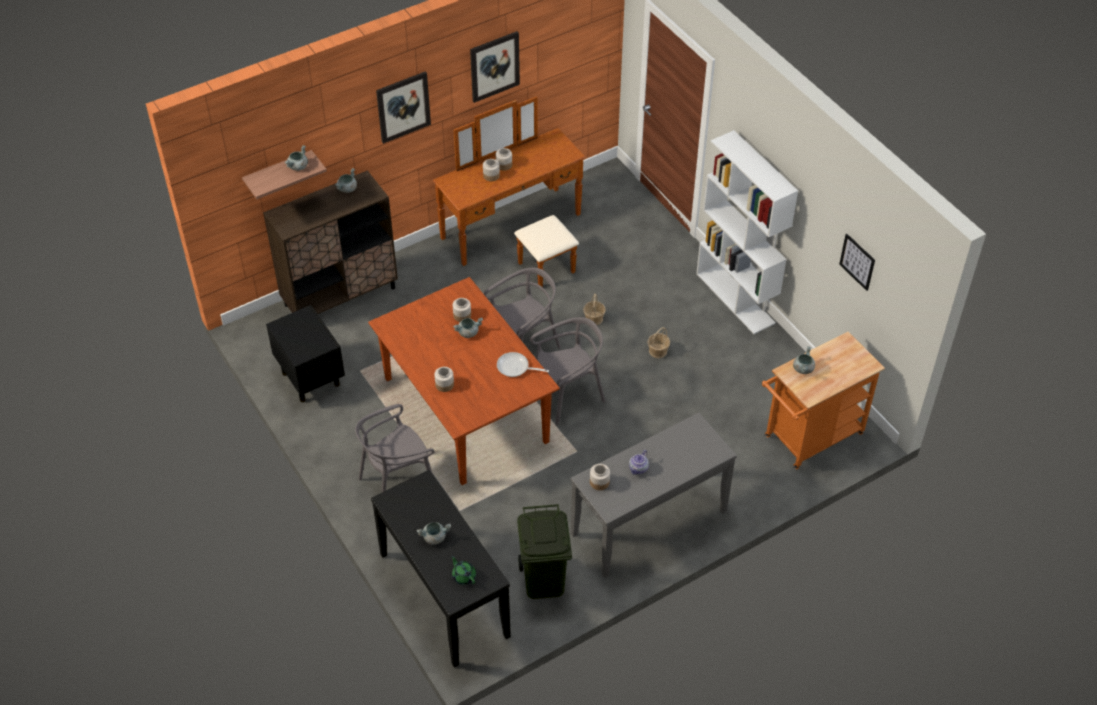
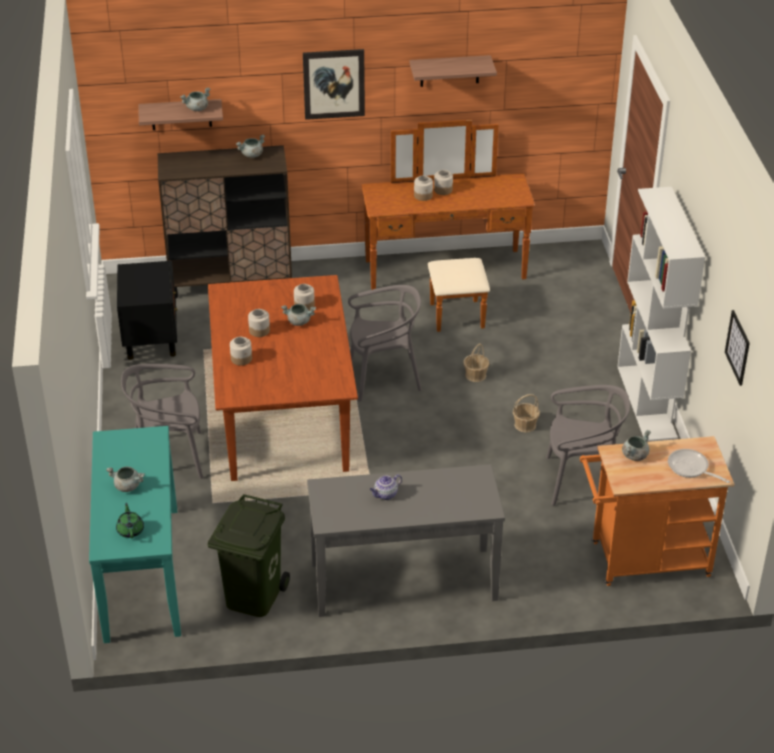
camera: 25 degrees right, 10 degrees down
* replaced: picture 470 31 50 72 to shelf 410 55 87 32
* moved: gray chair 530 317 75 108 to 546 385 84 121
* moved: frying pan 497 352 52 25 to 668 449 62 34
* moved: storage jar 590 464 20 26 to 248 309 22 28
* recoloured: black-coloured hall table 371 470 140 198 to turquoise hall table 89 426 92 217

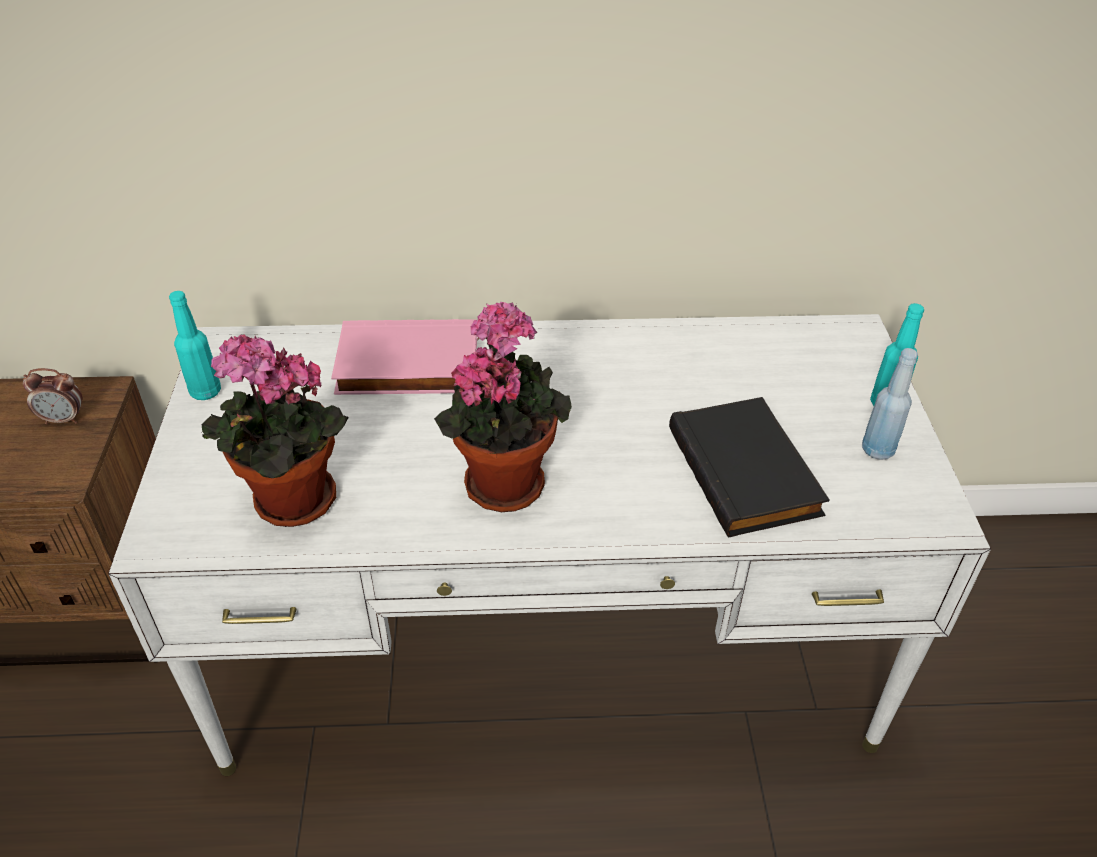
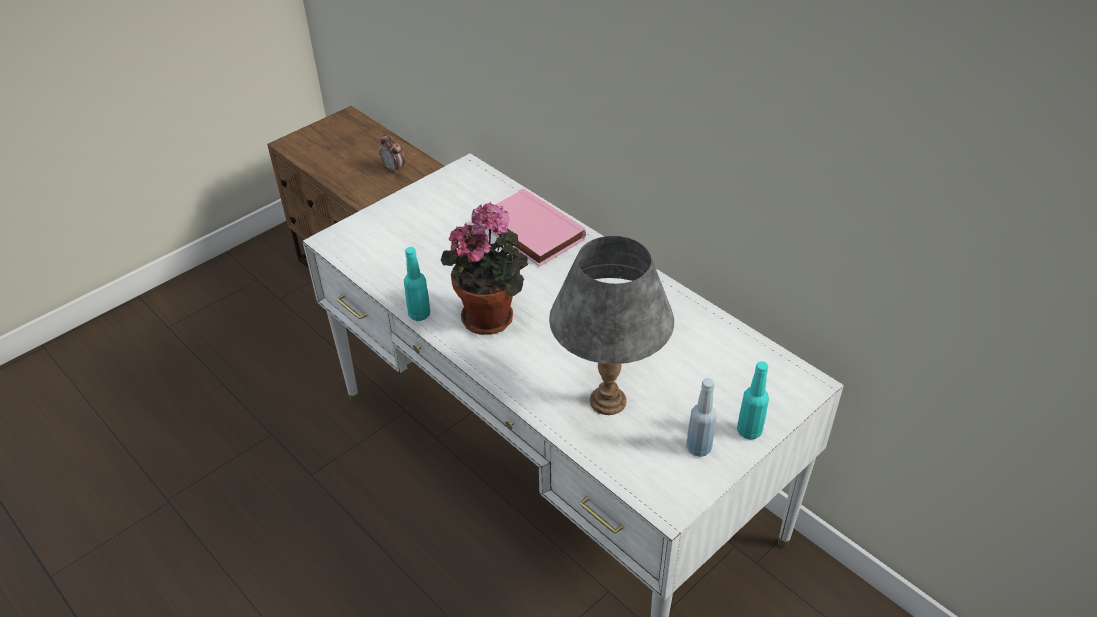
camera: 50 degrees right, 0 degrees up
* moved: turquoise drink bottle 169 291 52 109 to 404 247 27 74
* removed: plant in a pot 202 334 147 193
* replaced: black-coloured book 669 397 160 141 to gray tabletop lamp 549 236 125 179

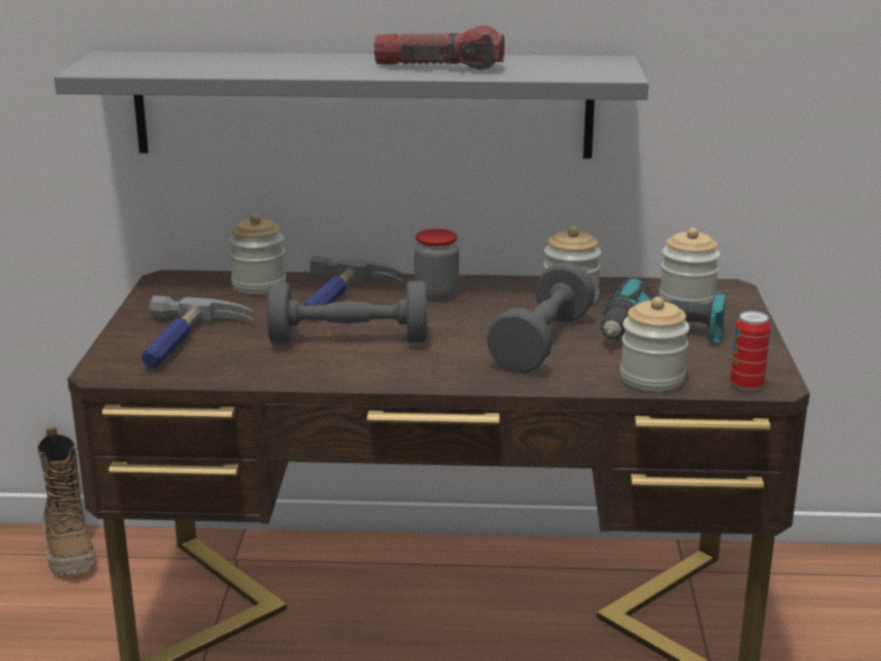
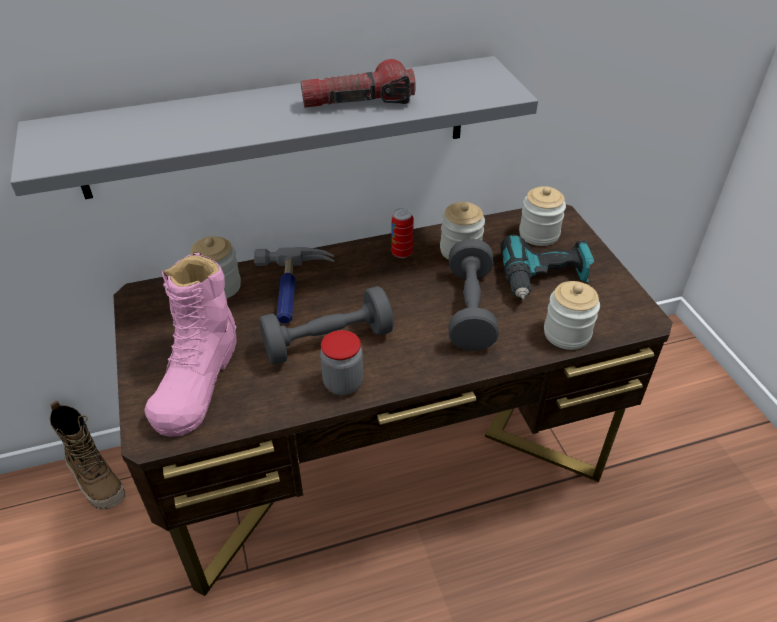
camera: 20 degrees left, 20 degrees up
* moved: storage jar 414 229 45 72 to 320 330 43 65
* replaced: hammer 142 296 111 72 to pink-coloured tall boot 145 252 91 185
* moved: sealed can 731 311 39 80 to 391 208 23 50

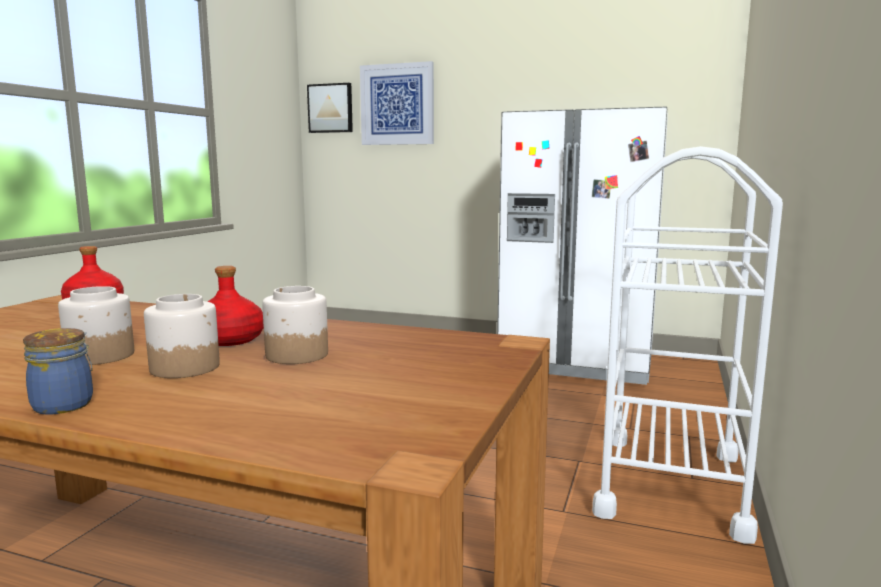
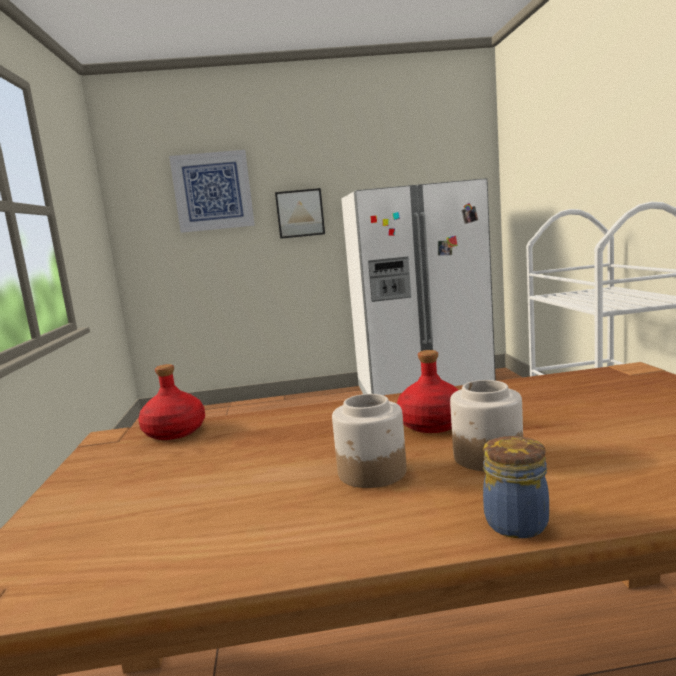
camera: 25 degrees left, 0 degrees up
* moved: picture 307 83 46 50 to 275 188 50 51
* removed: storage jar 262 286 66 78

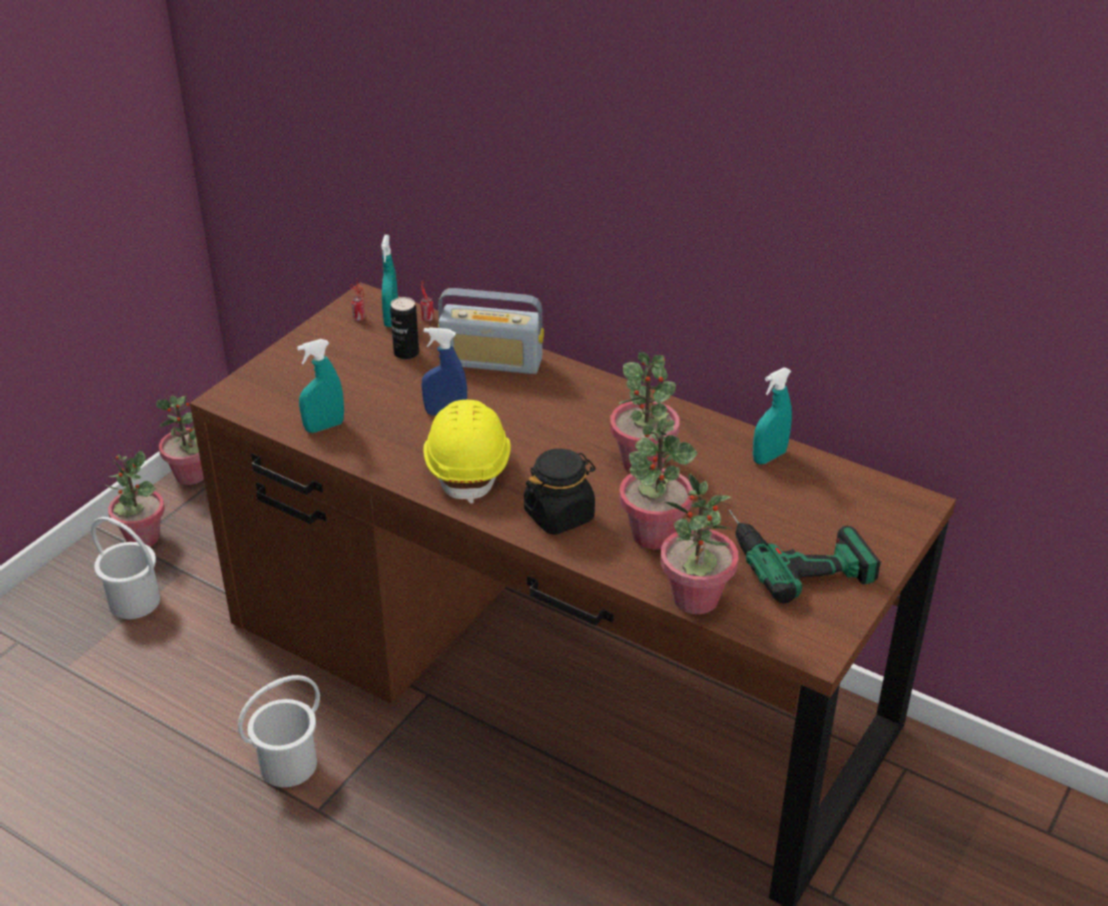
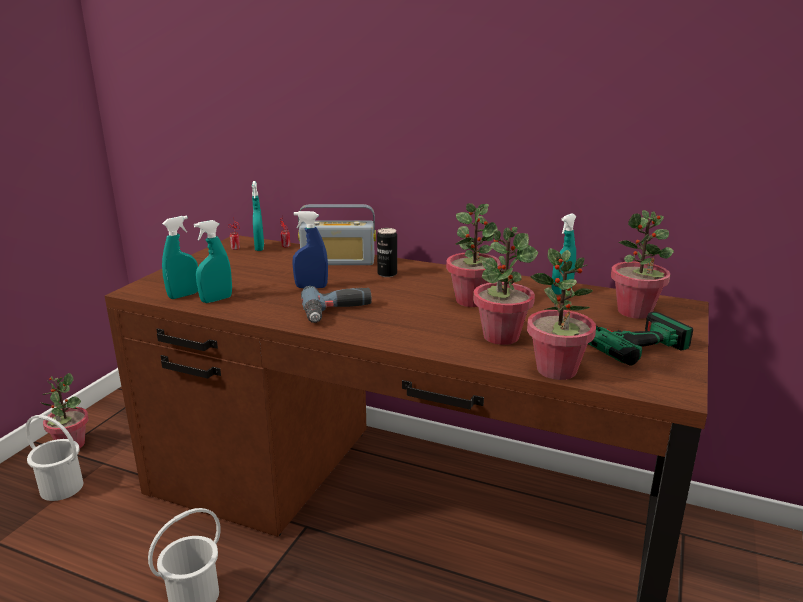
camera: 10 degrees left, 15 degrees down
* moved: sealed can 390 297 29 63 to 377 228 20 49
* moved: plant in a pot 156 395 48 90 to 611 210 63 109
* replaced: yellow-coloured work helmet 423 400 88 104 to power drill 301 286 71 37
* removed: black-coloured storage jar 524 448 71 87
* added: turquoise hand sprayer 162 216 36 83

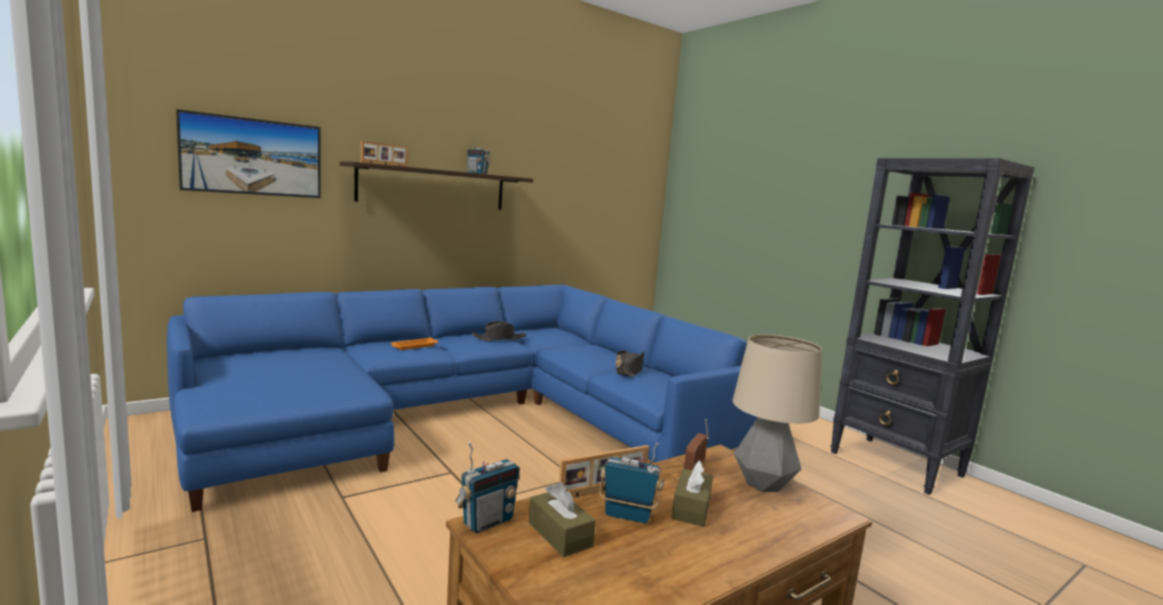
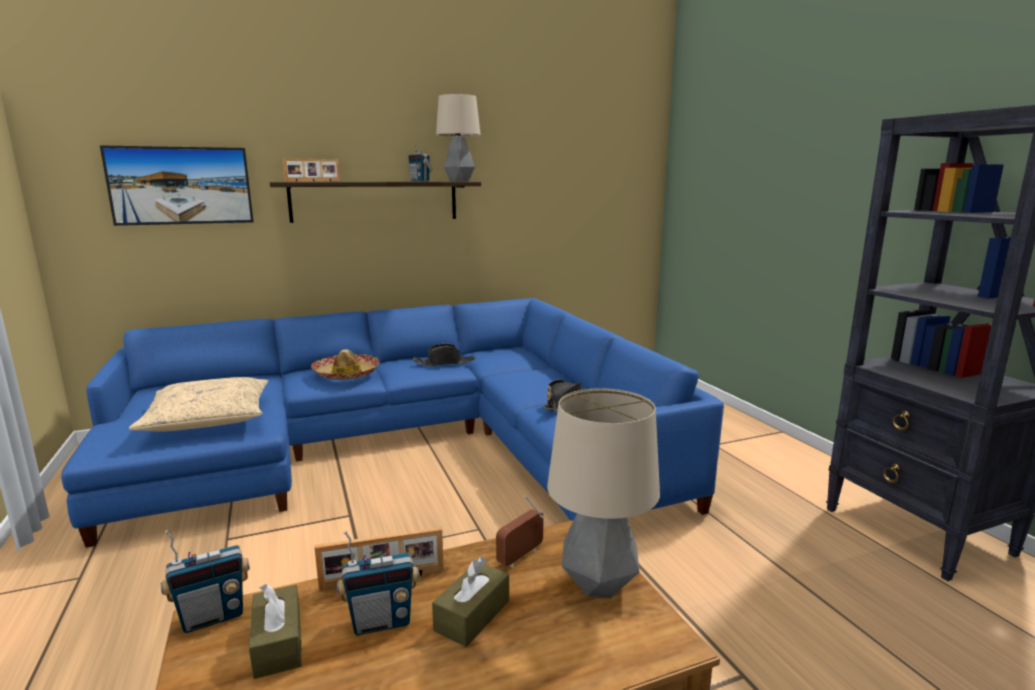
camera: 15 degrees right, 5 degrees up
* replaced: orange-coloured serving tray 391 337 48 13 to clothing hat 311 349 69 31
* turned: radio receiver 599 442 65 82 = 337 531 82 104 135 degrees clockwise
* added: tabletop lamp 436 94 45 88
* added: sand-coloured pillow 129 377 139 55

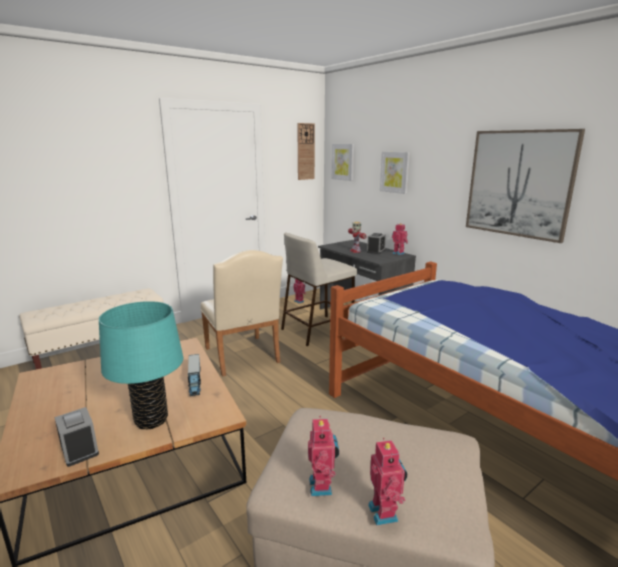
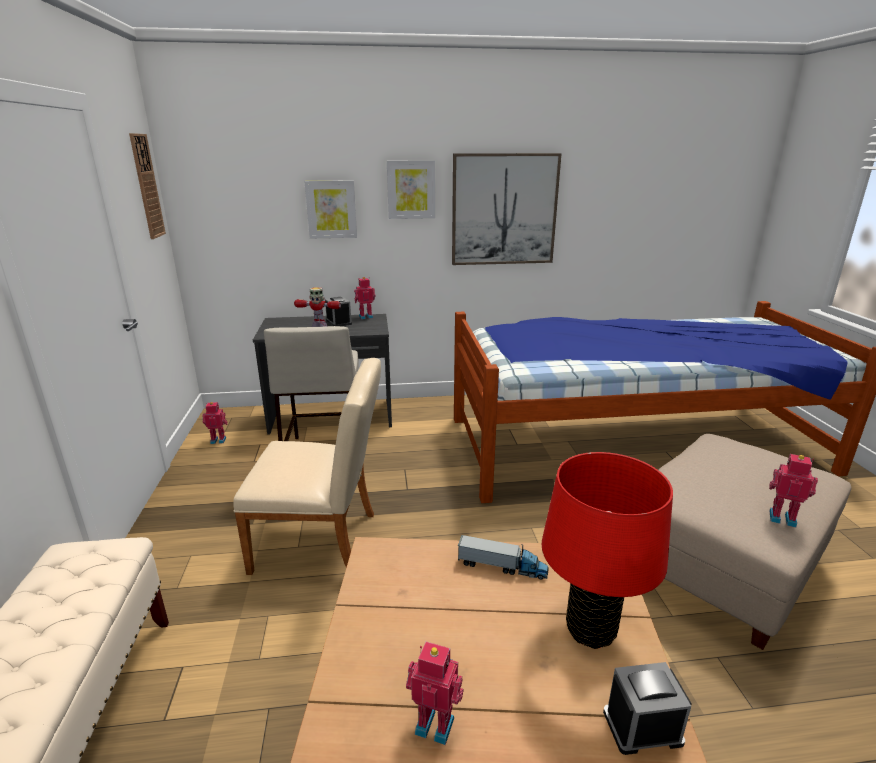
camera: 60 degrees left, 5 degrees up
* moved: picture 332 144 22 37 to 387 161 48 58
* recoloured: turquoise tabletop lamp 99 301 84 128 to reddish tabletop lamp 542 452 131 197
* moved: model robot 368 438 39 88 to 406 642 58 103

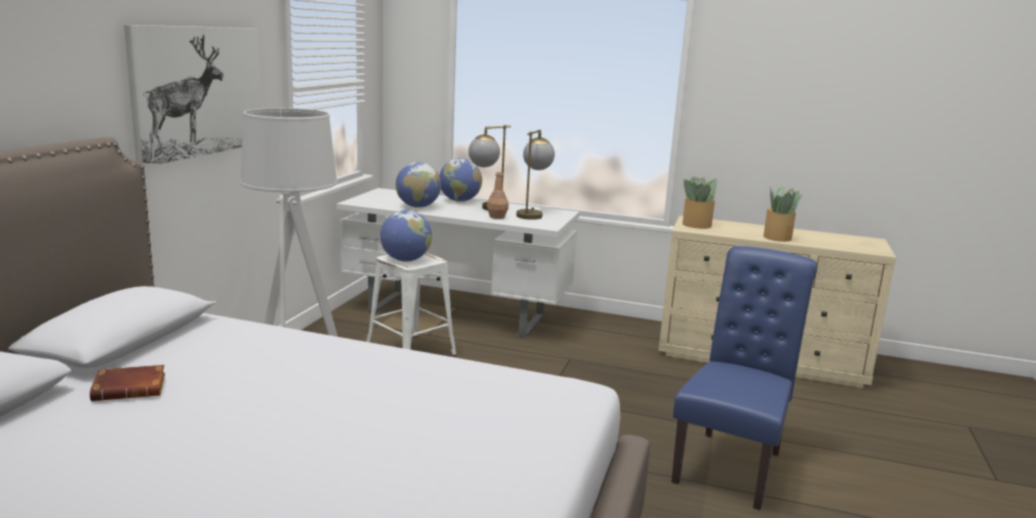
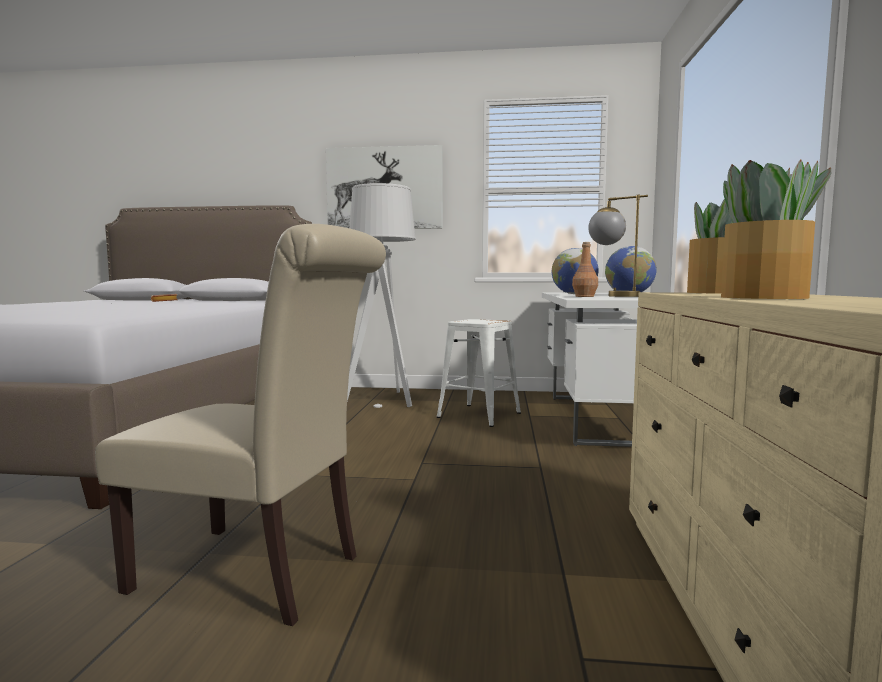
camera: 80 degrees right, 10 degrees down
* removed: tabletop lamp 516 130 39 90
* removed: desk globe 380 210 52 52
* recoloured: bluish chair 671 246 146 264 to sand-coloured chair 95 224 291 402

